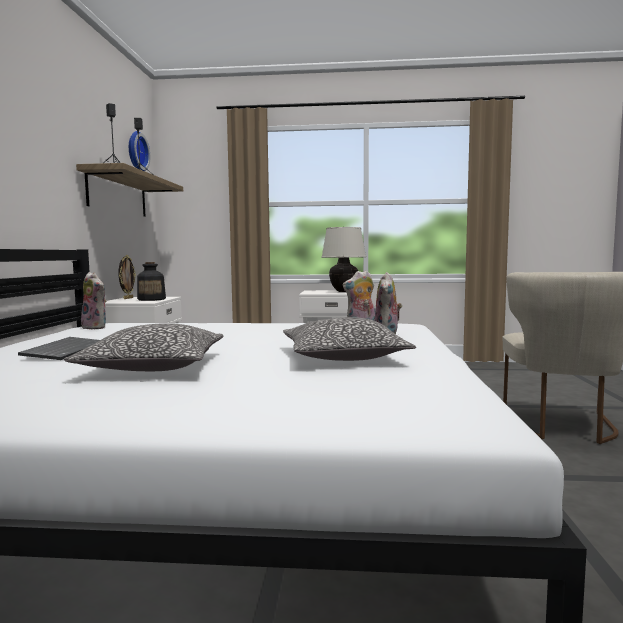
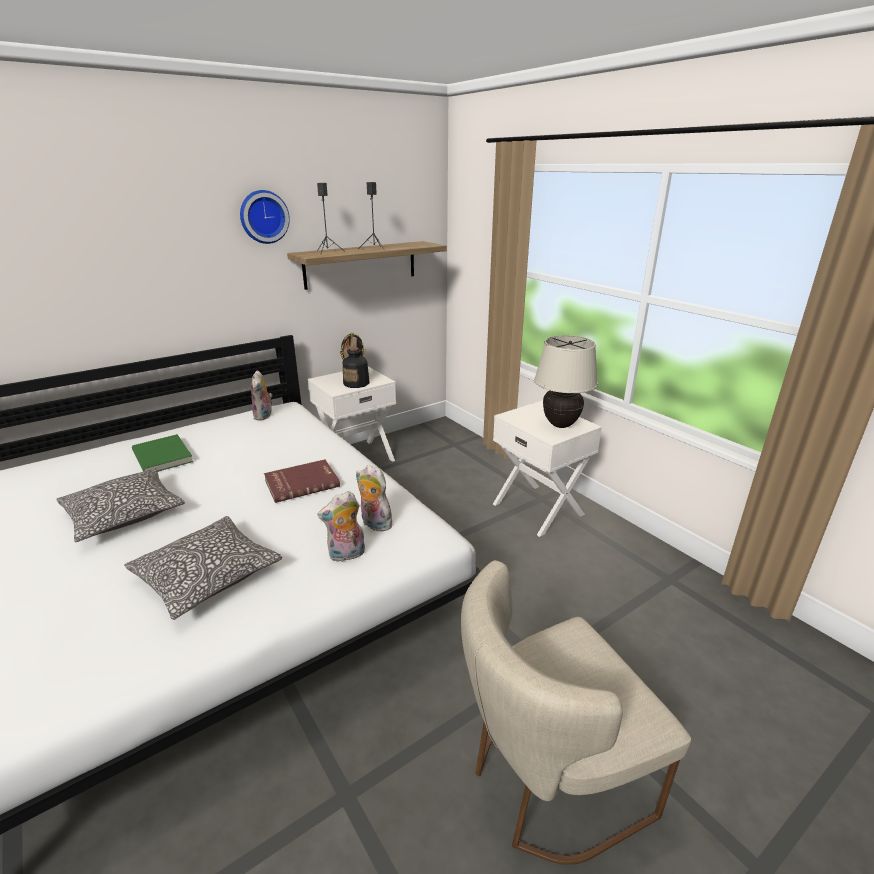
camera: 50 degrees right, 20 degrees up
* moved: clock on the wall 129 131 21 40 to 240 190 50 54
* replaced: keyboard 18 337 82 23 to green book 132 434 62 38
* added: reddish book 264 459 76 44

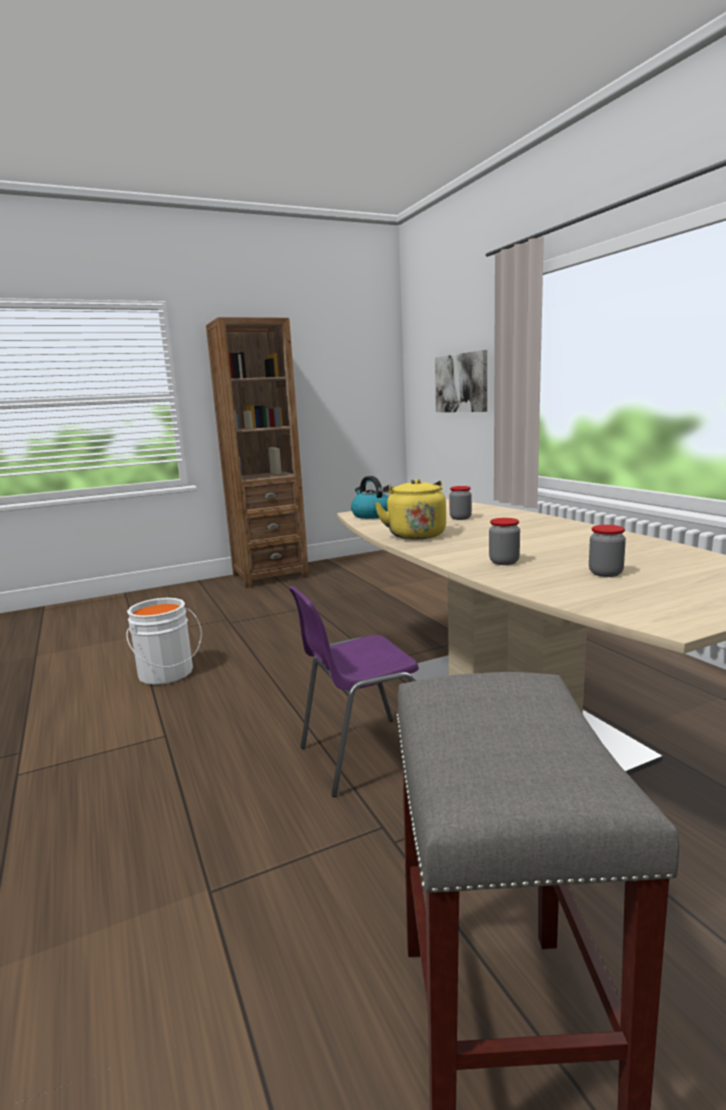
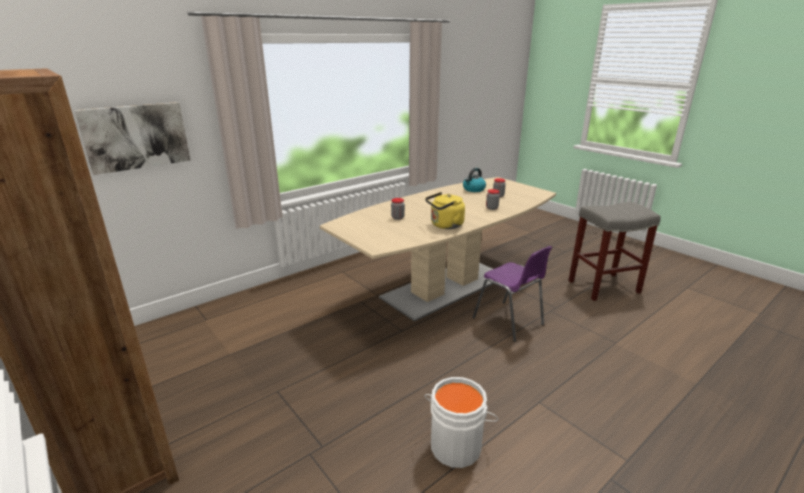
camera: 105 degrees left, 10 degrees up
* moved: kettle 351 476 37 43 to 463 168 23 24

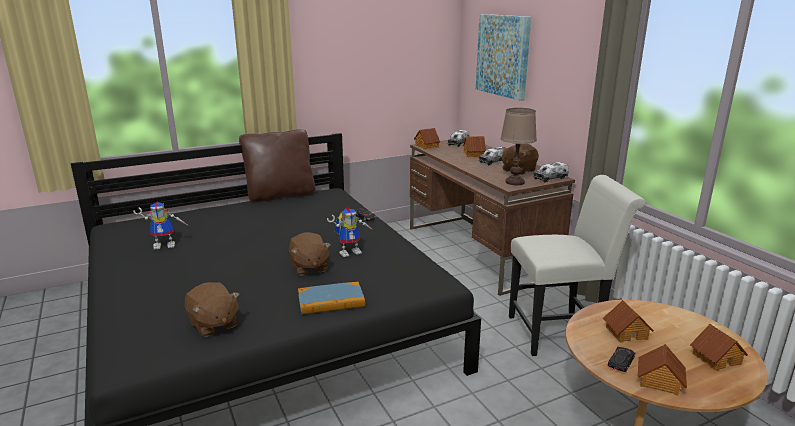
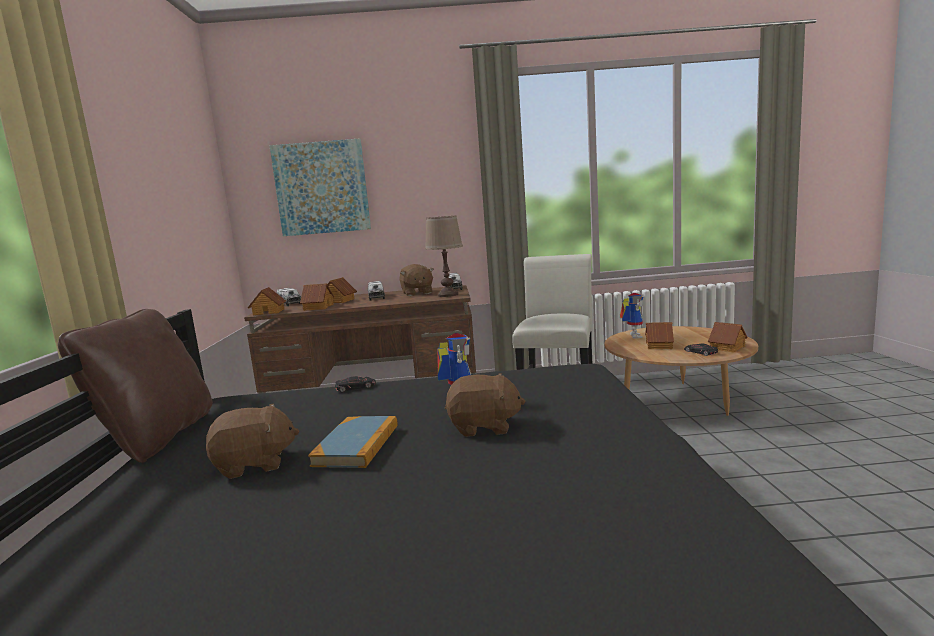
camera: 65 degrees left, 10 degrees down
* moved: model robot 133 201 54 48 to 620 293 24 46
* moved: brown-coloured cuddly toy 185 282 54 55 to 206 403 93 76
* moved: book 298 282 67 32 to 308 416 90 52
* moved: model house 690 324 58 47 to 300 283 34 28

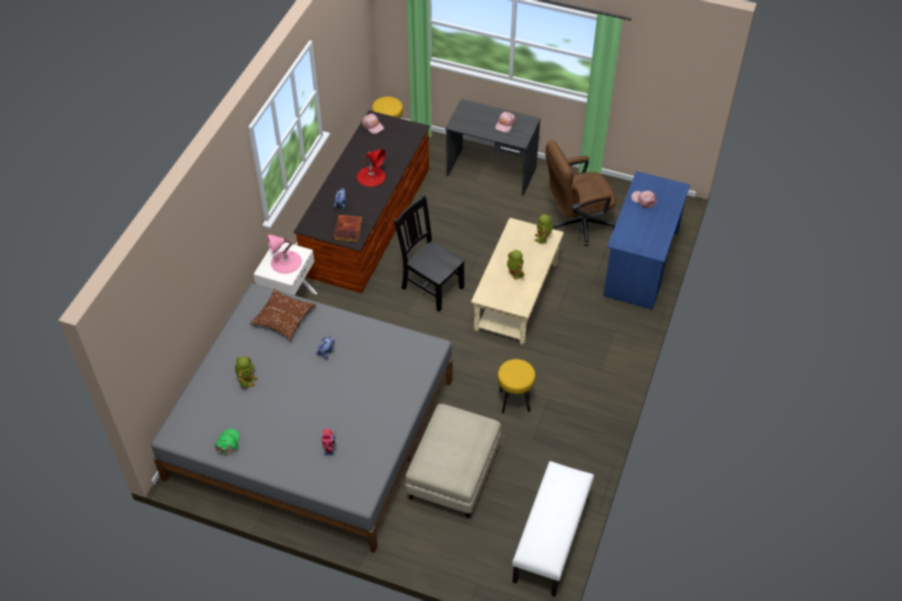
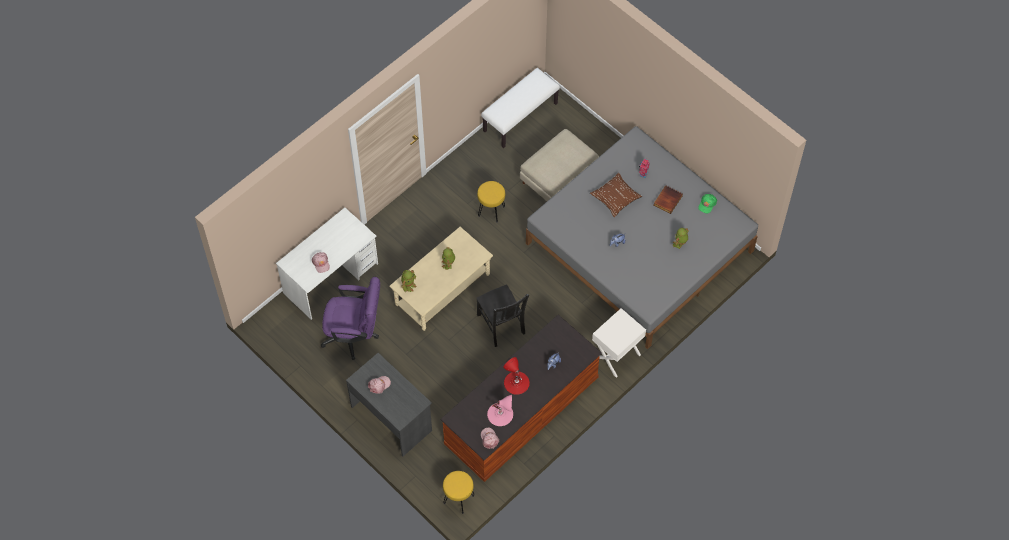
camera: 155 degrees left, 10 degrees up
* recoloured: brown-coloured office chair 545 141 72 105 to purple-coloured office chair 321 277 59 83
* recoloured: bluish desk 603 171 87 139 to white desk 276 207 102 113
* moved: book 333 215 29 27 to 654 185 29 29
* moved: pink-coloured tabletop lamp 267 235 35 39 to 487 395 26 31
* moved: brown-coloured pillow 249 289 67 51 to 590 173 52 44

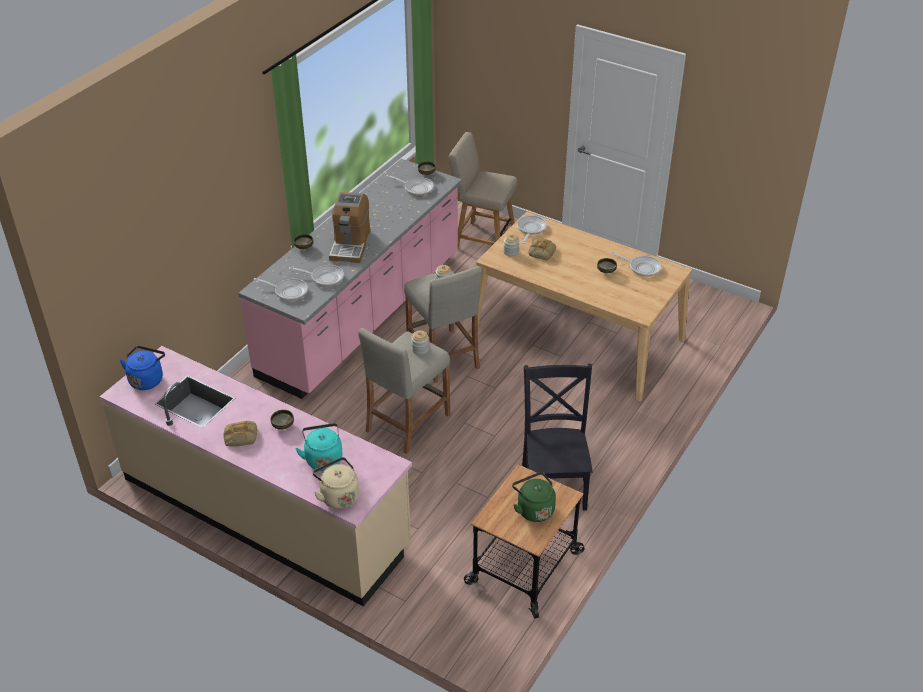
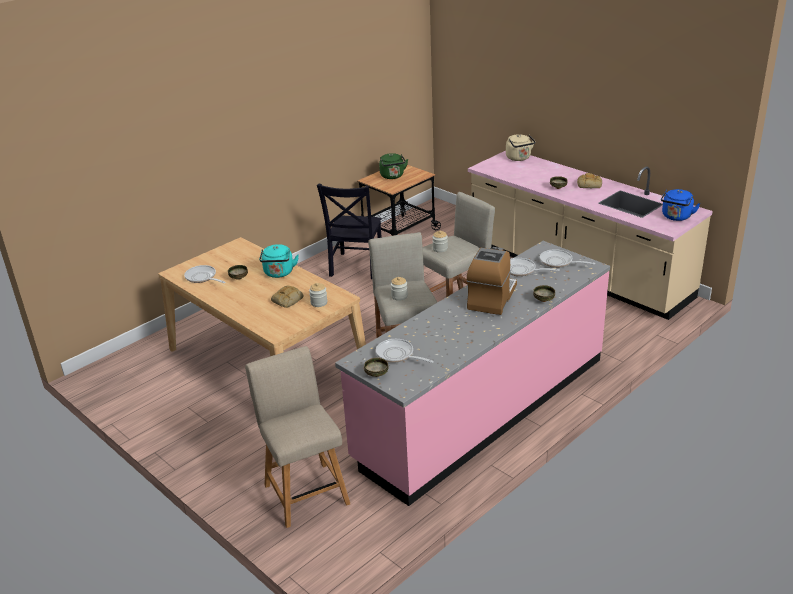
camera: 165 degrees left, 10 degrees down
* turned: sand-coloured chair 449 132 69 116 = 245 346 105 182 150 degrees counterclockwise
* removed: frying pan 517 216 30 28
* moved: turquoise kettle 295 423 48 48 to 259 244 40 34

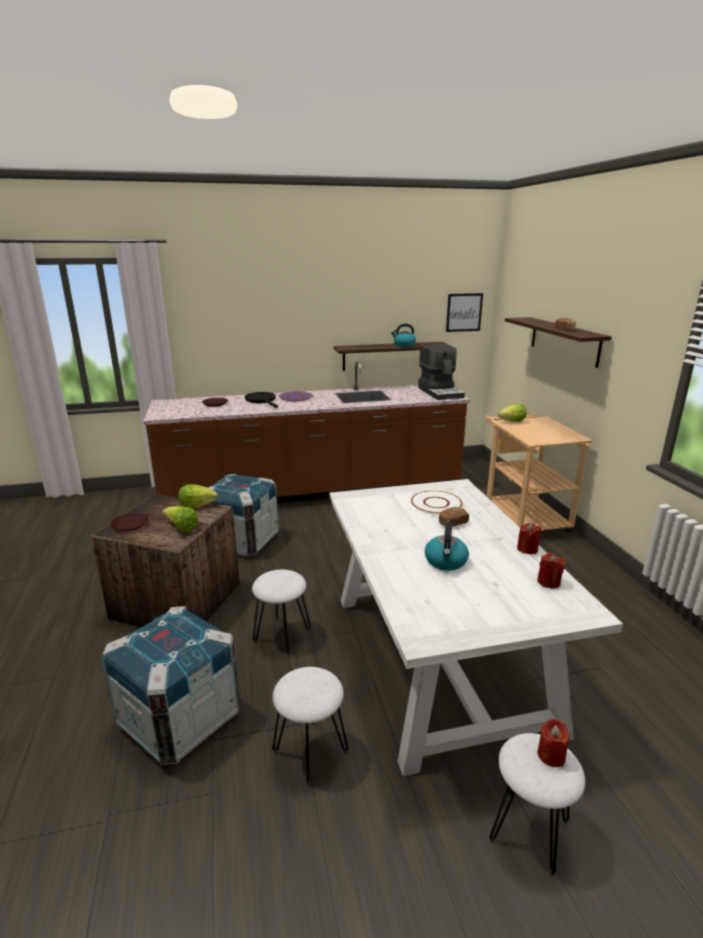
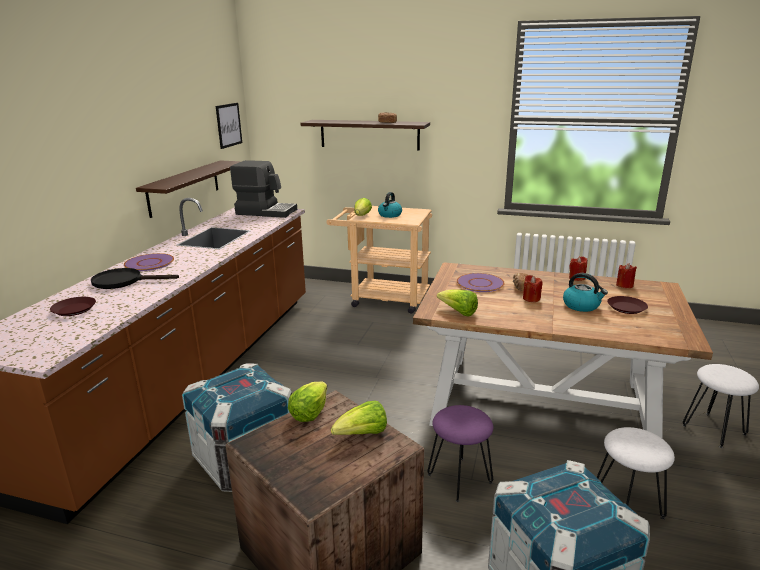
camera: 60 degrees left, 0 degrees up
* moved: kettle 391 323 25 24 to 378 192 24 26
* recoloured: white dining table 329 479 294 297 to brown-coloured dining table 413 262 300 176
* recoloured: white dinner plate 411 491 51 23 to purple-coloured dinner plate 457 273 47 19
* moved: brown-coloured dinner plate 110 513 39 19 to 607 296 41 18
* recoloured: white sitting stool 252 569 59 86 to purple-coloured sitting stool 427 405 66 97
* moved: reddish candle 538 719 32 48 to 523 275 19 27
* added: lettuce head 437 289 41 28

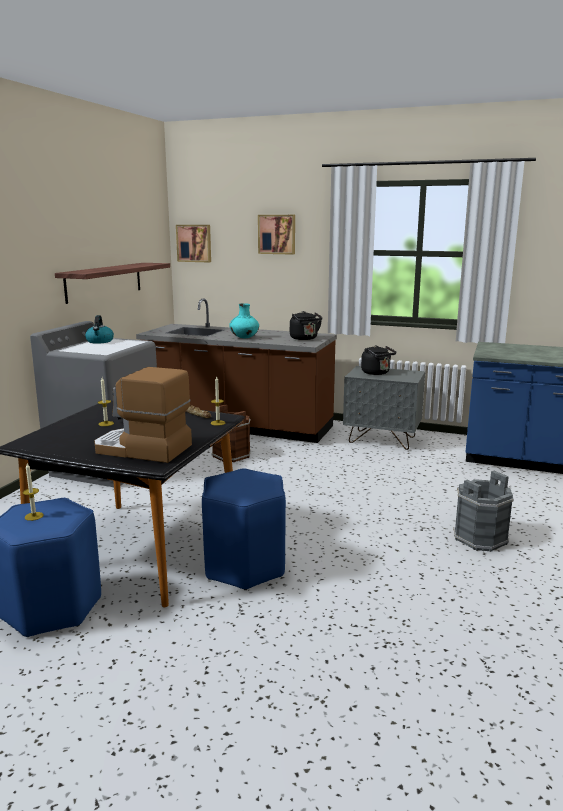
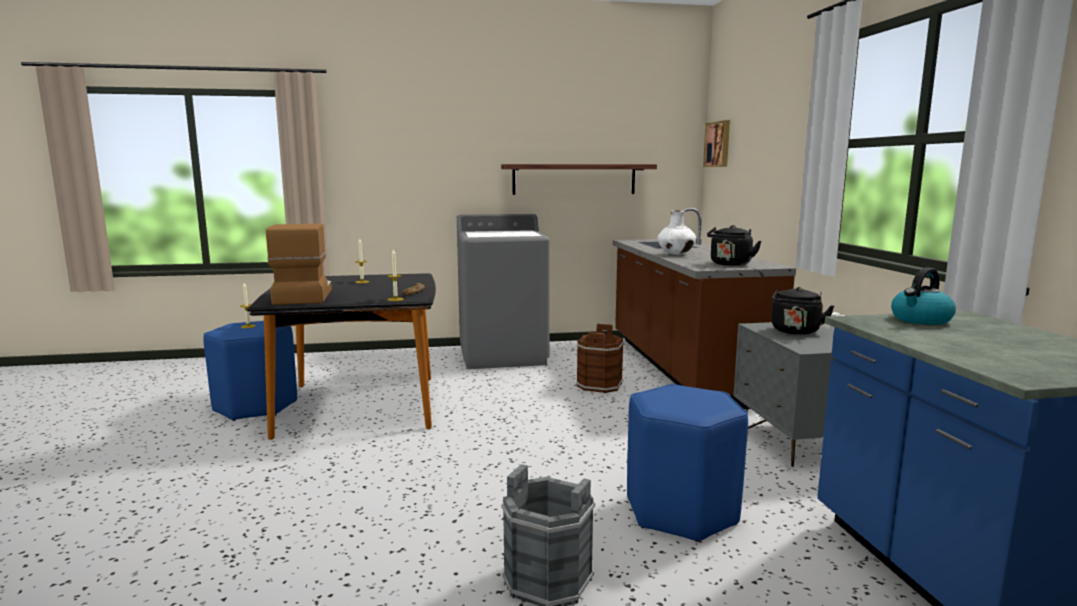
camera: 60 degrees right, 5 degrees down
* removed: picture 258 215 37 40
* recoloured: turquoise vase 229 303 30 35 to white vase 658 210 38 45
* moved: kettle 85 315 29 29 to 891 268 65 57
* moved: bluish sitting stool 202 468 84 122 to 627 384 121 158

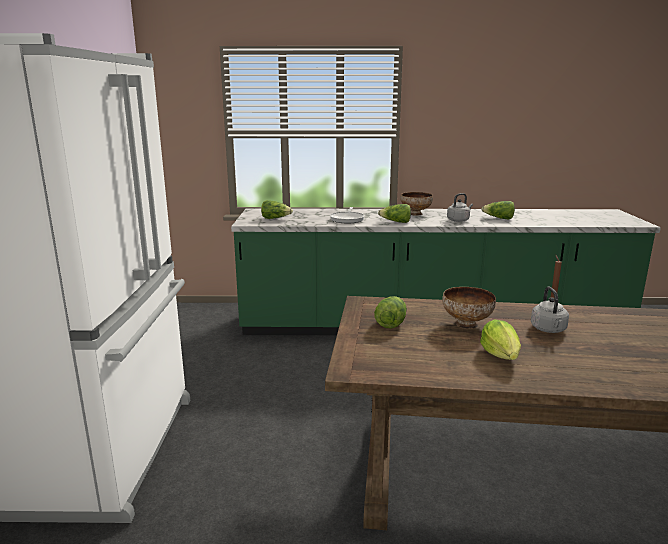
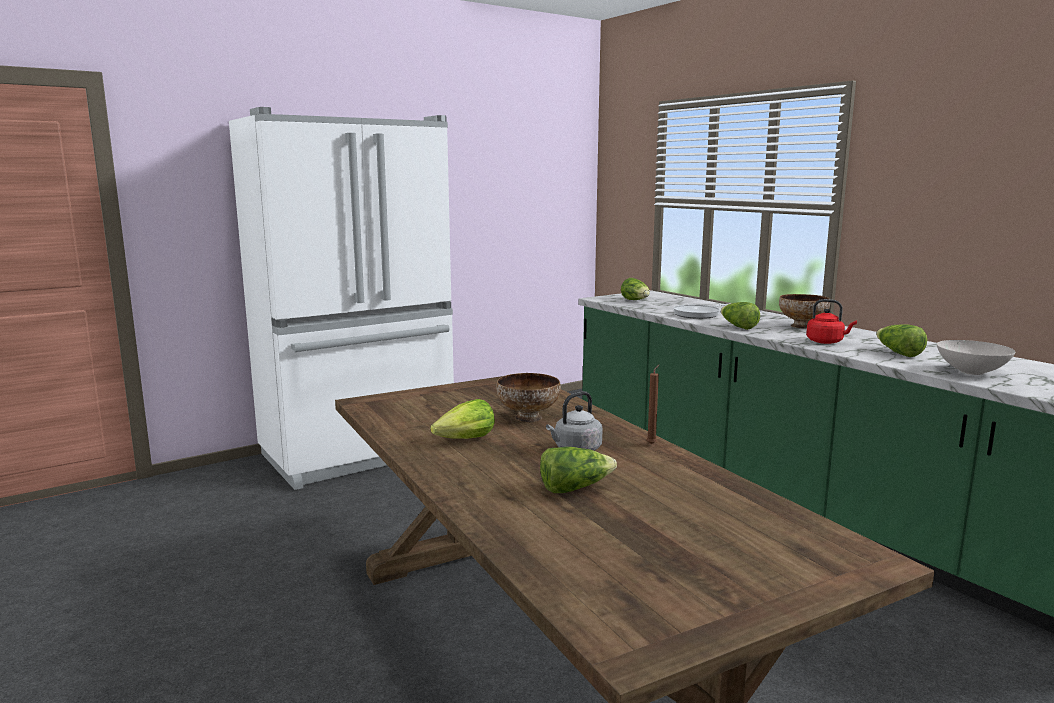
camera: 55 degrees right, 5 degrees down
* recoloured: gray kettle 447 193 26 29 to reddish kettle 806 299 51 45
* moved: lettuce head 374 296 33 33 to 540 447 77 46
* added: white deep dish 937 340 79 35

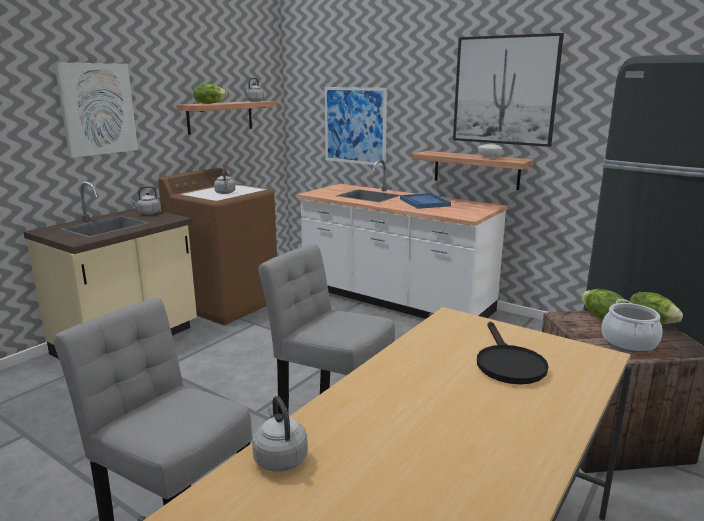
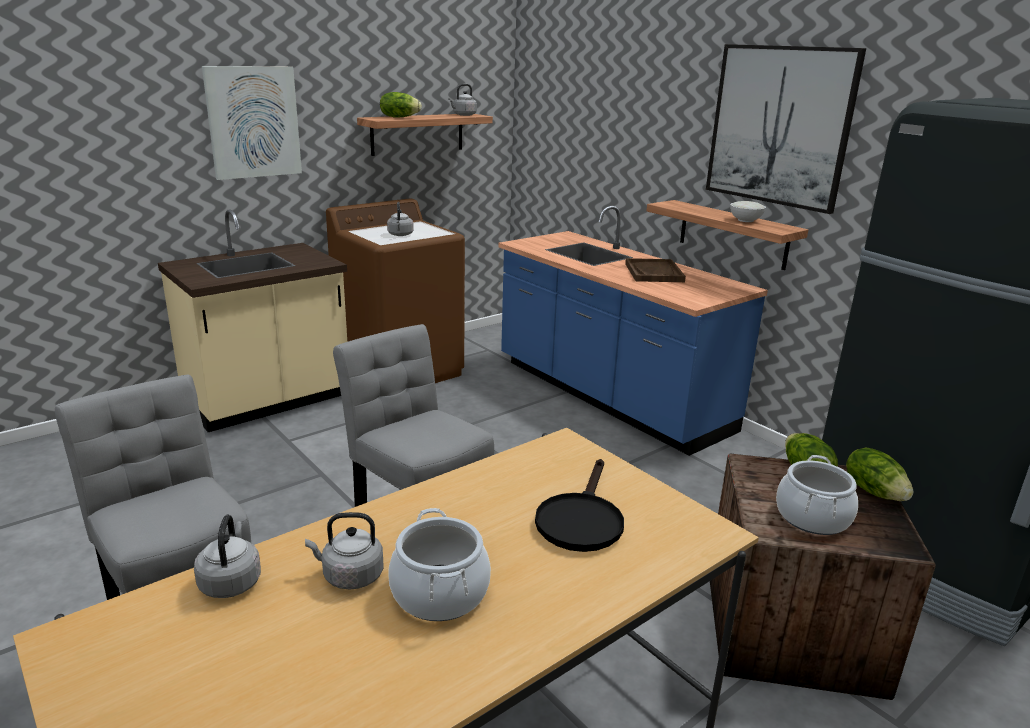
camera: 15 degrees right, 5 degrees up
* removed: picture 324 87 63 79
* recoloured: white counter 297 159 211 160 to bluish counter 498 206 270 250
* moved: gray kettle 130 186 31 29 to 305 512 79 77
* recoloured: bluish serving tray 400 193 51 16 to brown-coloured serving tray 625 258 61 24
* added: cooking pot 388 508 103 113

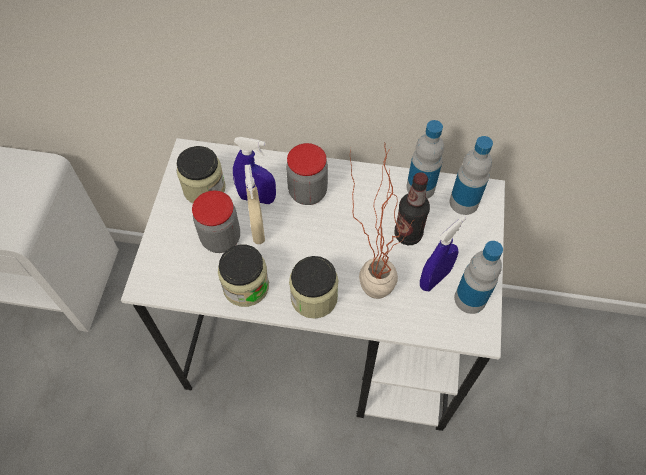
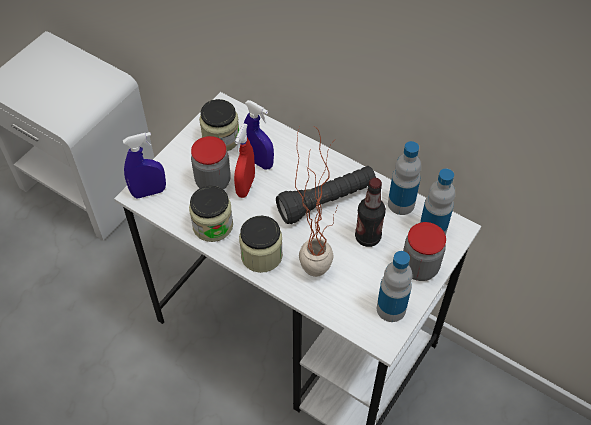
camera: 25 degrees right, 5 degrees down
* moved: storage jar 286 143 42 62 to 403 222 43 59
* recoloured: sand-coloured hand sprayer 245 165 20 79 to reddish hand sprayer 234 123 21 75
* moved: bluish hand sprayer 420 216 46 75 to 123 132 43 66
* added: black-coloured torch 276 166 100 58

